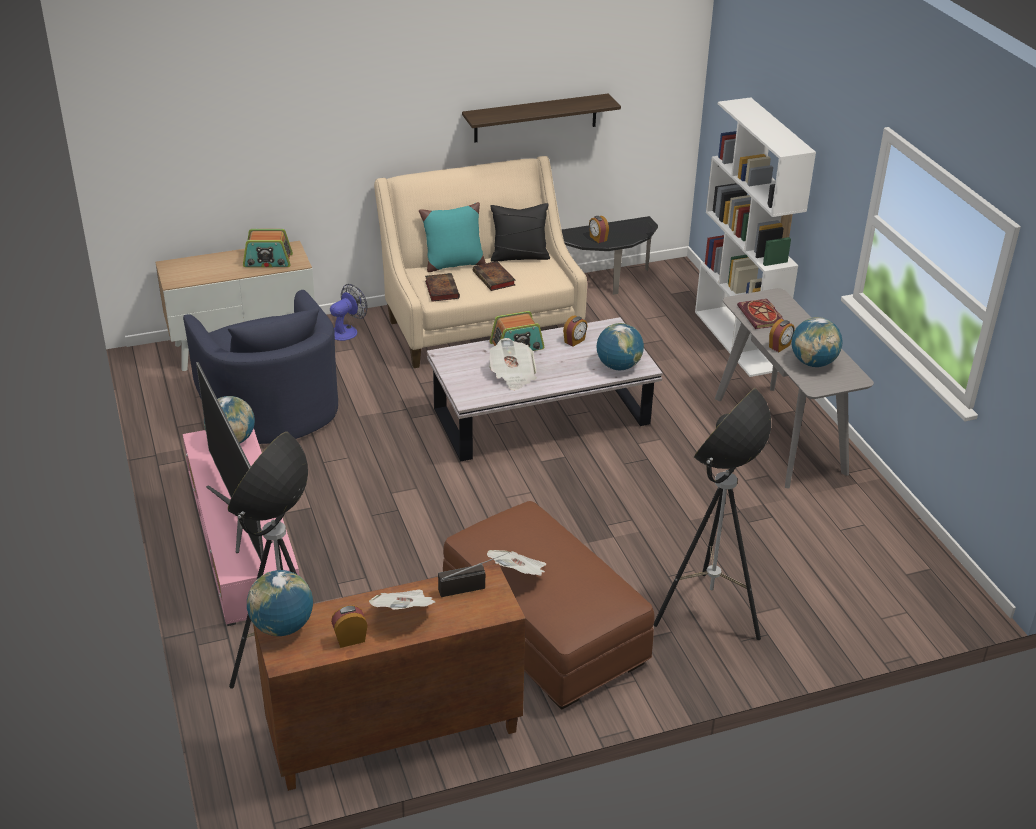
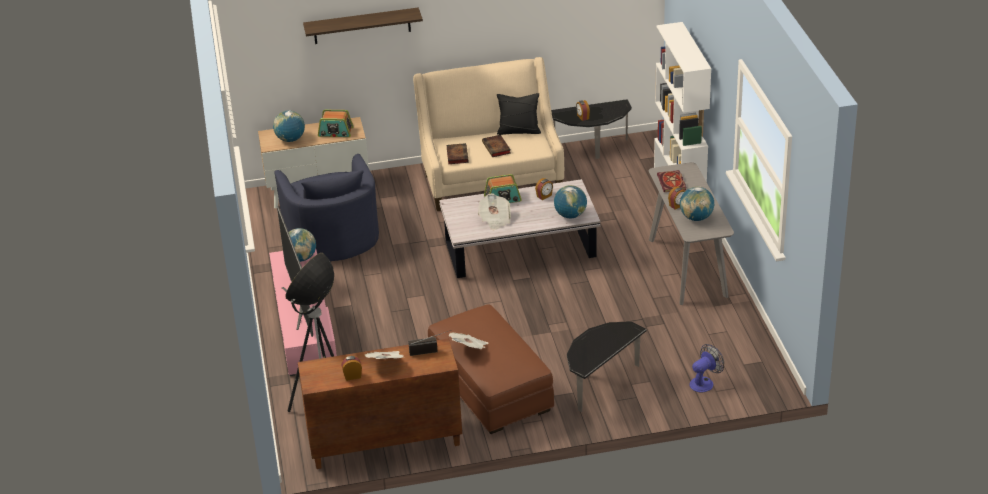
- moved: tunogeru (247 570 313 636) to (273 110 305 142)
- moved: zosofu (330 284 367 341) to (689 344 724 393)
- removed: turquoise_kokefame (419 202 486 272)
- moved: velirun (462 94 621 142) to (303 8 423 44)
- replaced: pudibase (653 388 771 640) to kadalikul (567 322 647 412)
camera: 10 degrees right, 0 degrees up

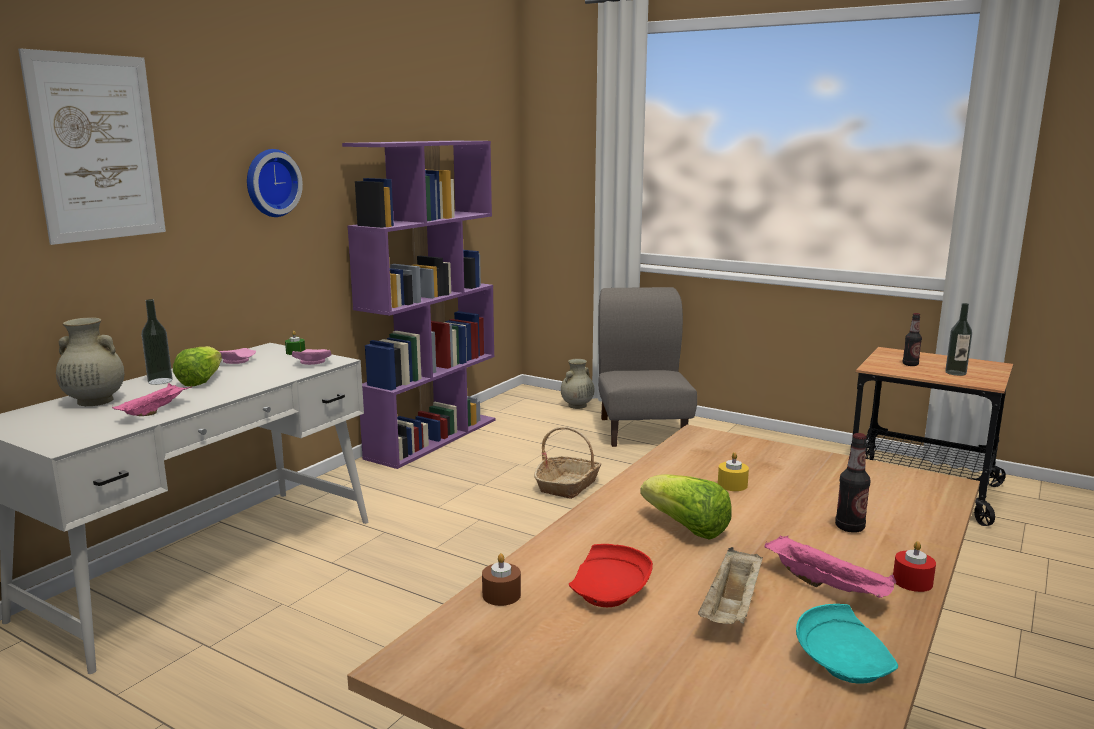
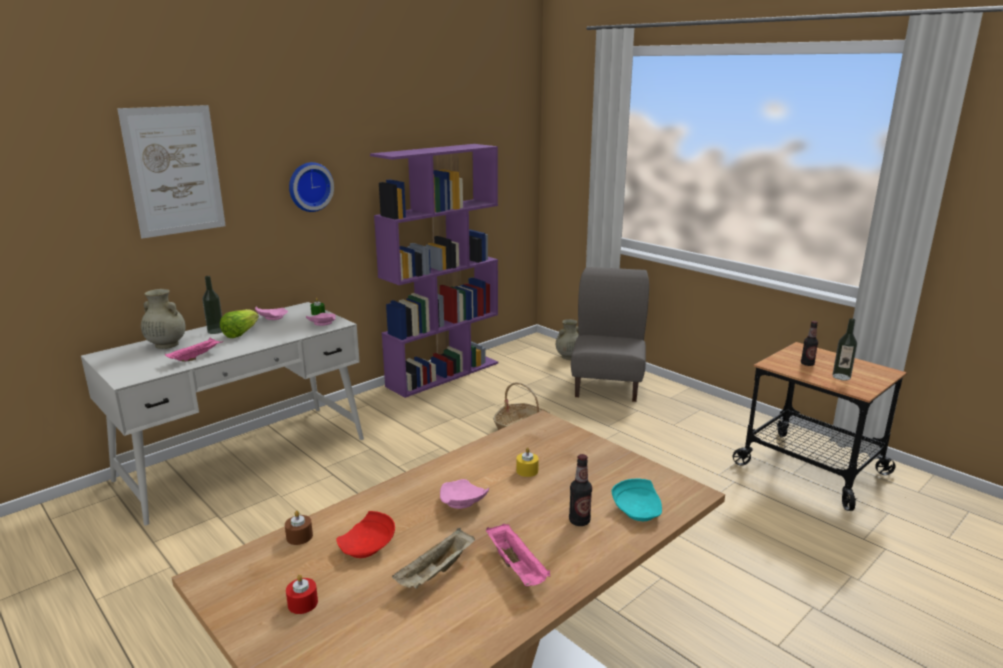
- replaced: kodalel (640 474 731 540) to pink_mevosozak (440 479 489 509)
- moved: turquoise_mevosozak (796 604 898 684) to (612 479 662 521)
- moved: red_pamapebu (893 541 936 592) to (286 574 318 614)
camera: 15 degrees right, 5 degrees up

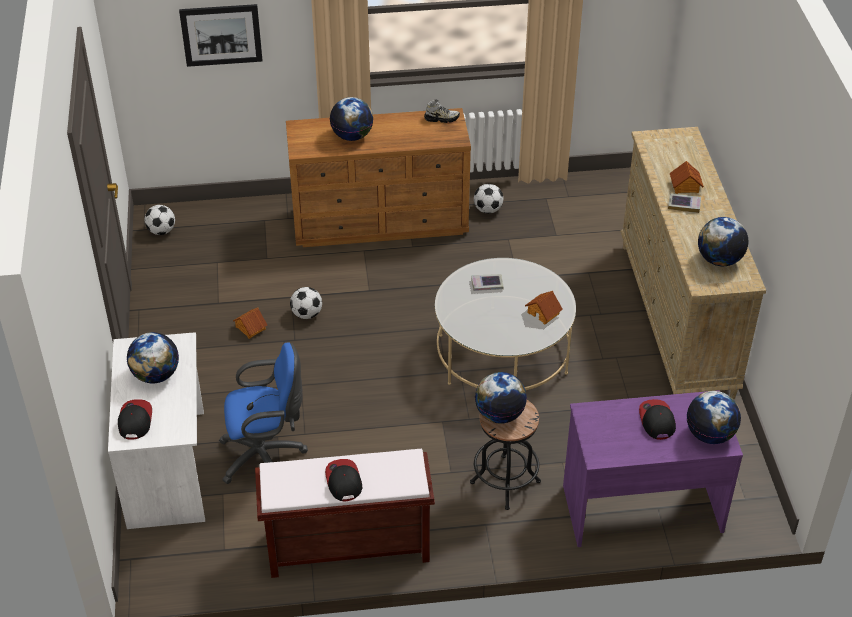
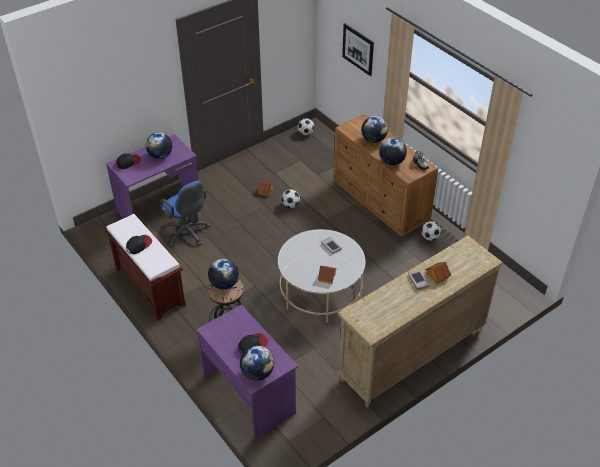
- recoloured: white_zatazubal (108 332 205 529) to purple_zatazubal (106 134 198 219)
- moved: tunogeru (698 217 748 266) to (379 138 407 166)
camera: 60 degrees right, 0 degrees up

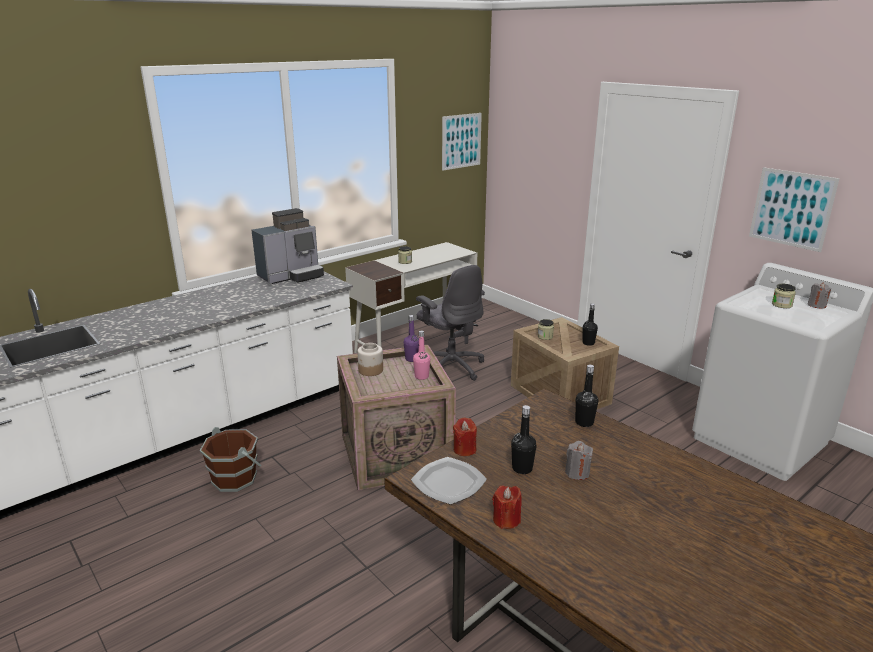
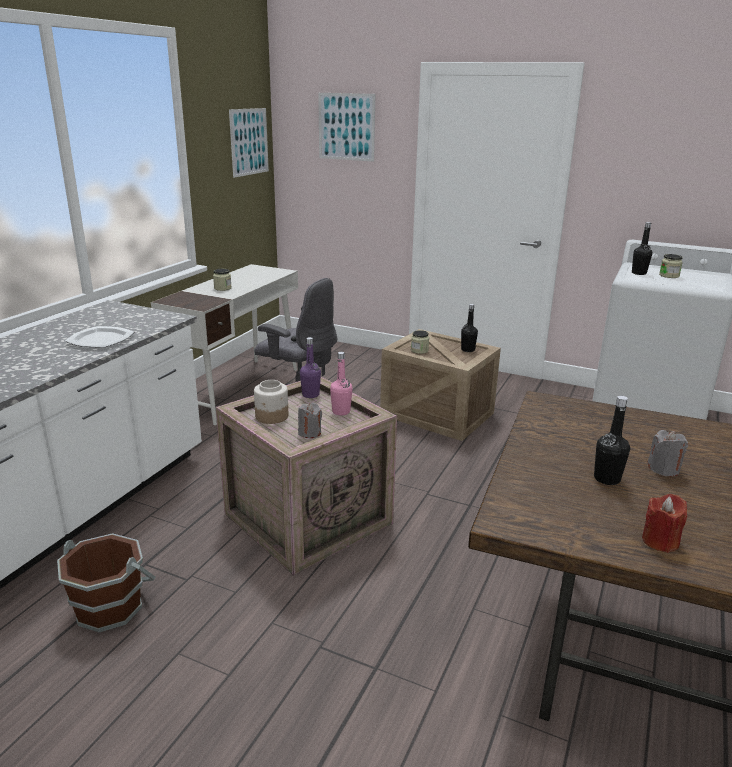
- removed: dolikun (252 208 324 284)
- moved: mevosozak (411 457 487 505) to (65 326 134 348)
- removed: red_pamapebu (453 417 477 456)
- moved: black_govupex (575 365 598 427) to (632 222 652 275)
- moved: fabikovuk (749 167 840 252) to (318 93 375 162)
- moved: grey_pamapebu (807 282 832 309) to (298 403 322 438)
camera: 25 degrees left, 0 degrees up

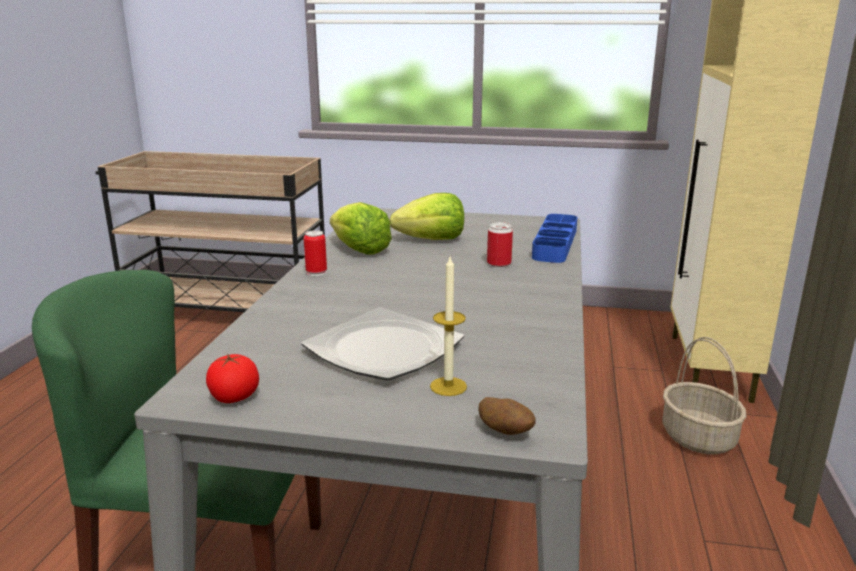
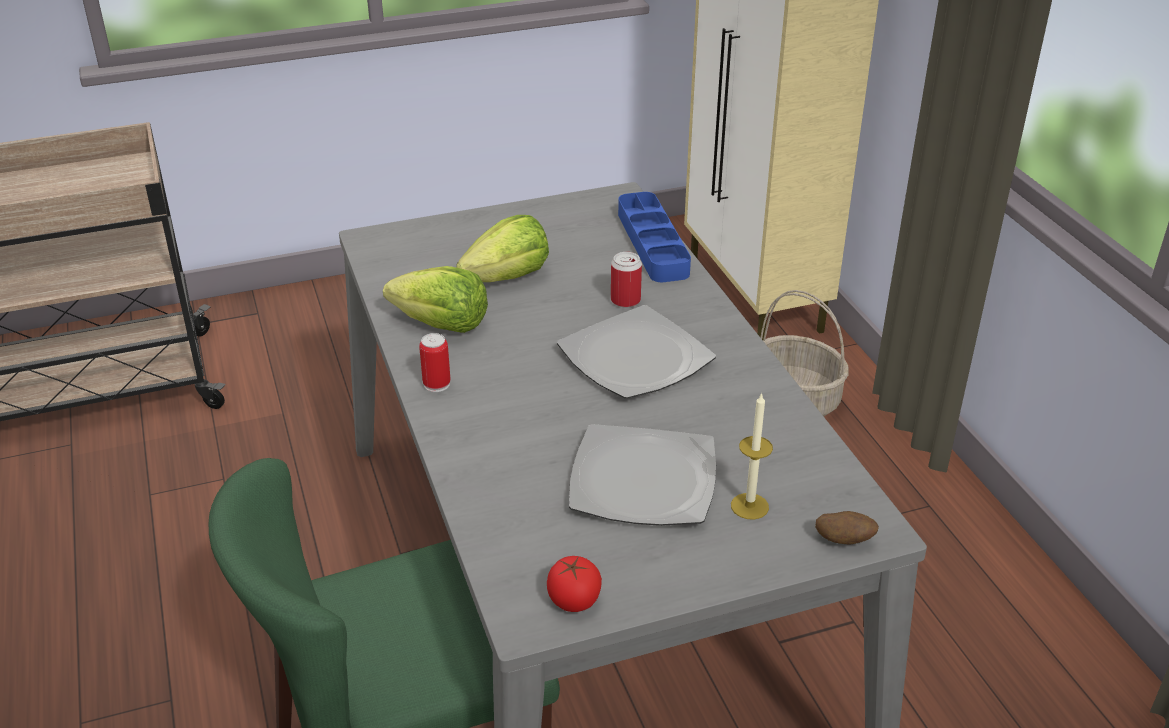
- added: mevosozak (557 305 716 399)
camera: 30 degrees left, 15 degrees up

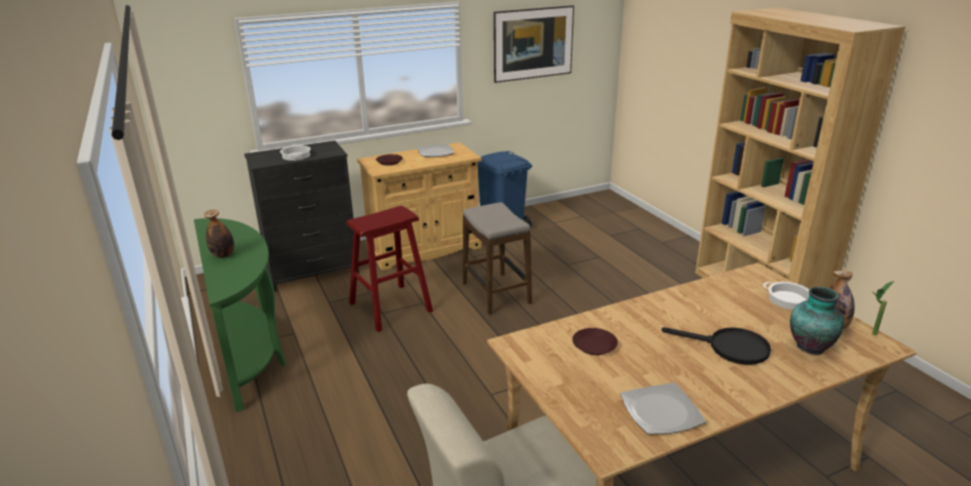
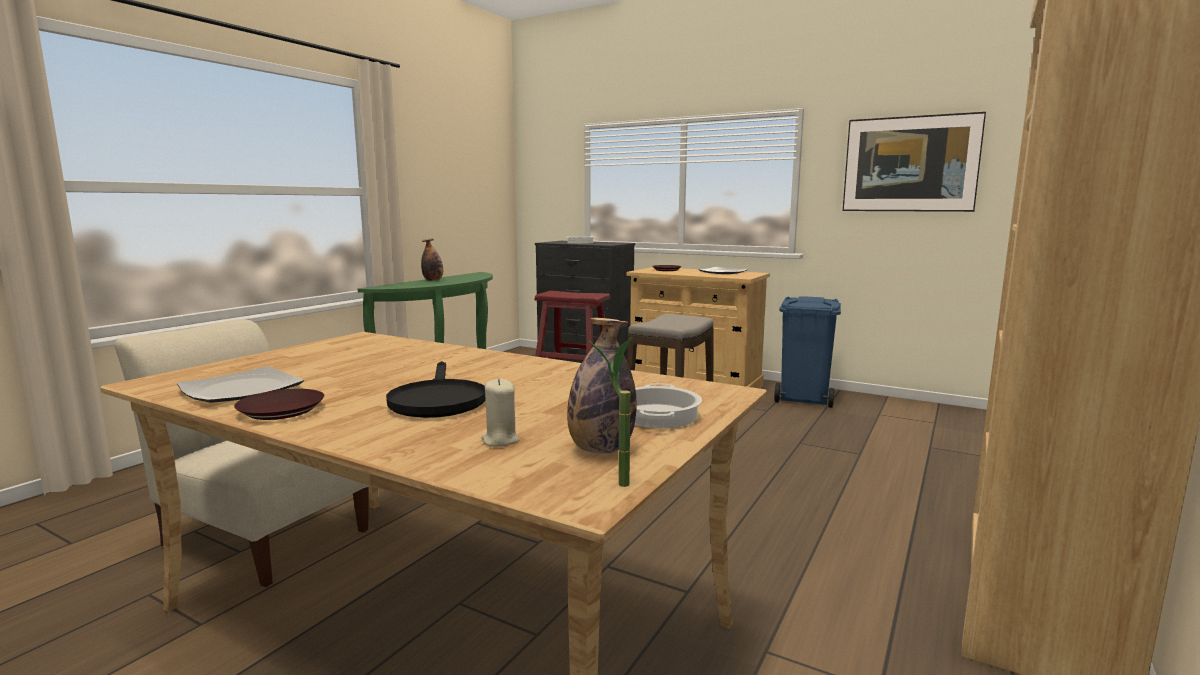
- moved: brown_mevosozak (572 328 618 355) to (234 389 324 420)
- replaced: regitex (790 287 844 355) to beige_pamapebu (481 379 519 447)
camera: 55 degrees right, 15 degrees down

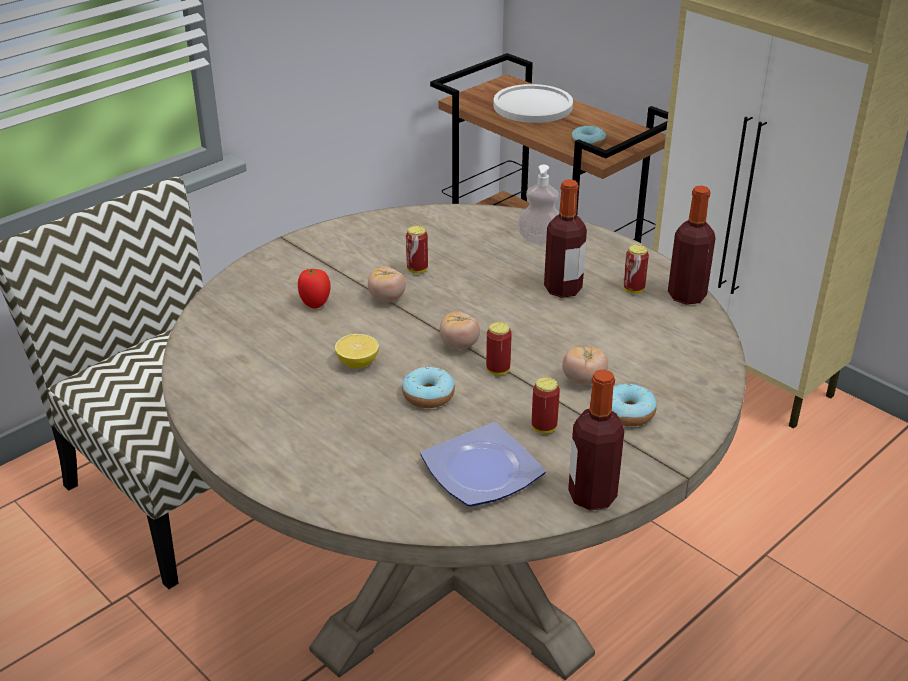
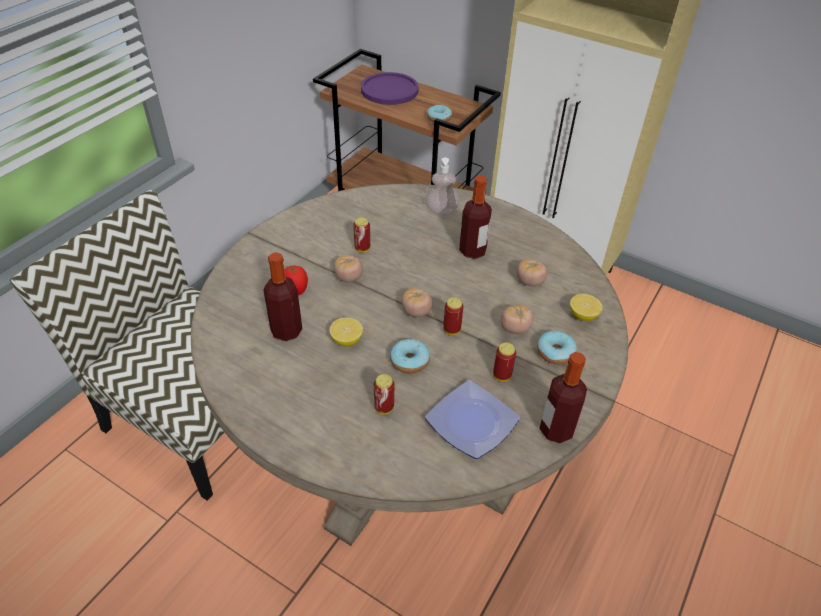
- recoloured: white_mevosozak (493 84 573 123) to purple_mevosozak (361 72 419 105)
- moved: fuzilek (623 245 649 294) to (374 374 394 414)
- moved: govupex (668 186 716 305) to (263 252 302 341)
- added: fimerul (517 259 547 286)
- added: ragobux (570 294 603 321)
camera: 15 degrees left, 10 degrees up

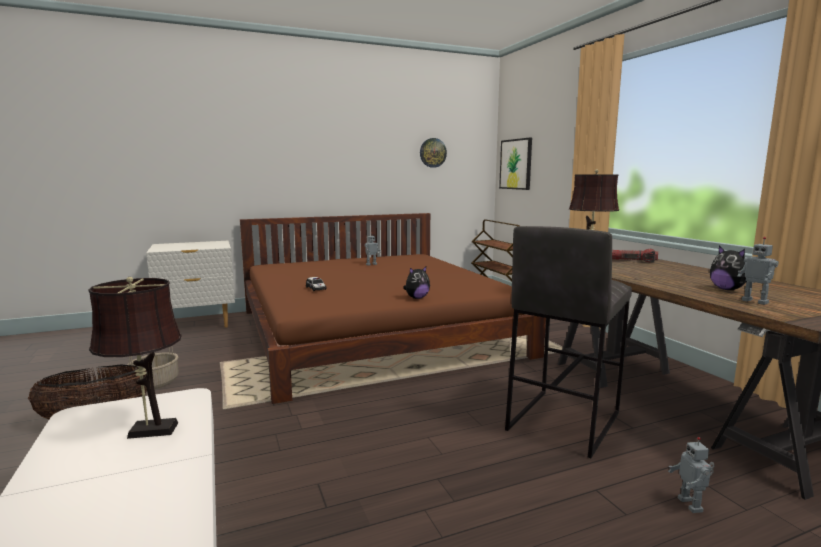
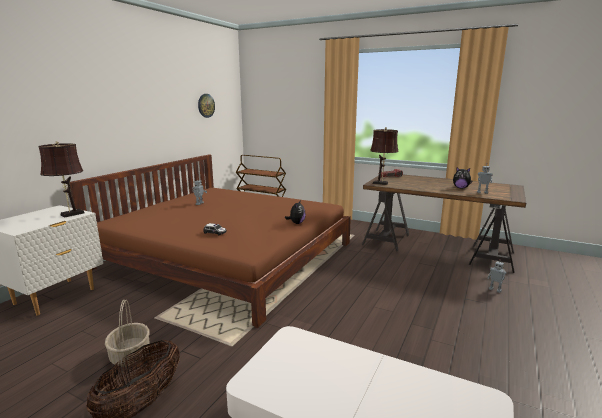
- moved: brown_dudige (89 277 182 439) to (38 141 84 217)
- removed: fabikovuk (499 138 532 190)
- removed: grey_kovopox (505 226 632 458)
camera: 40 degrees left, 5 degrees up

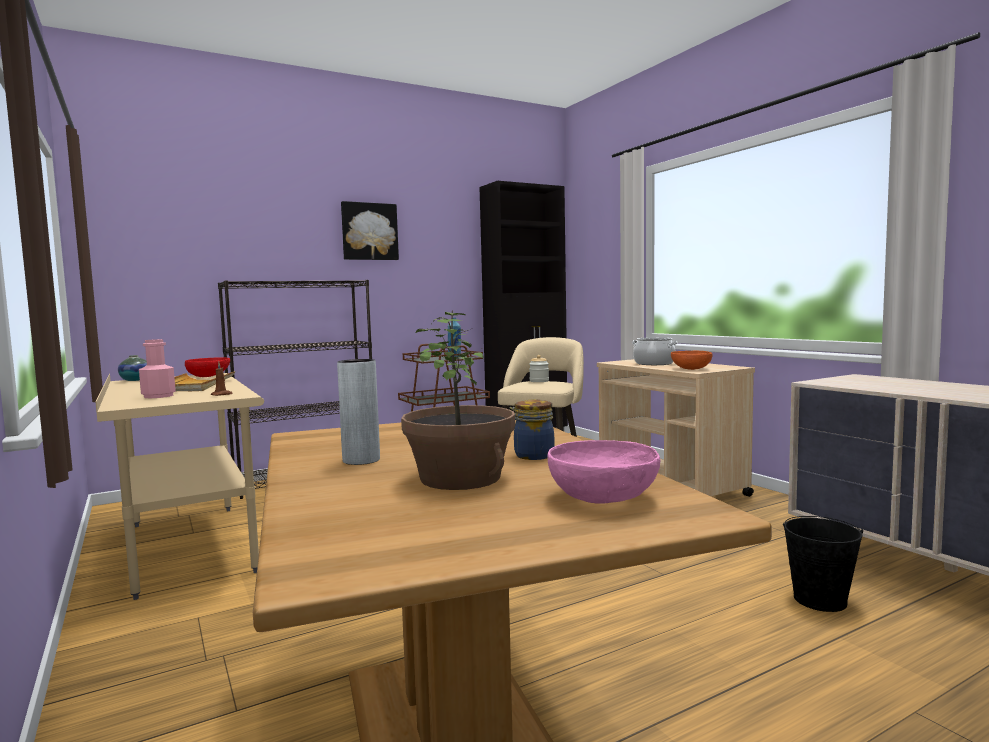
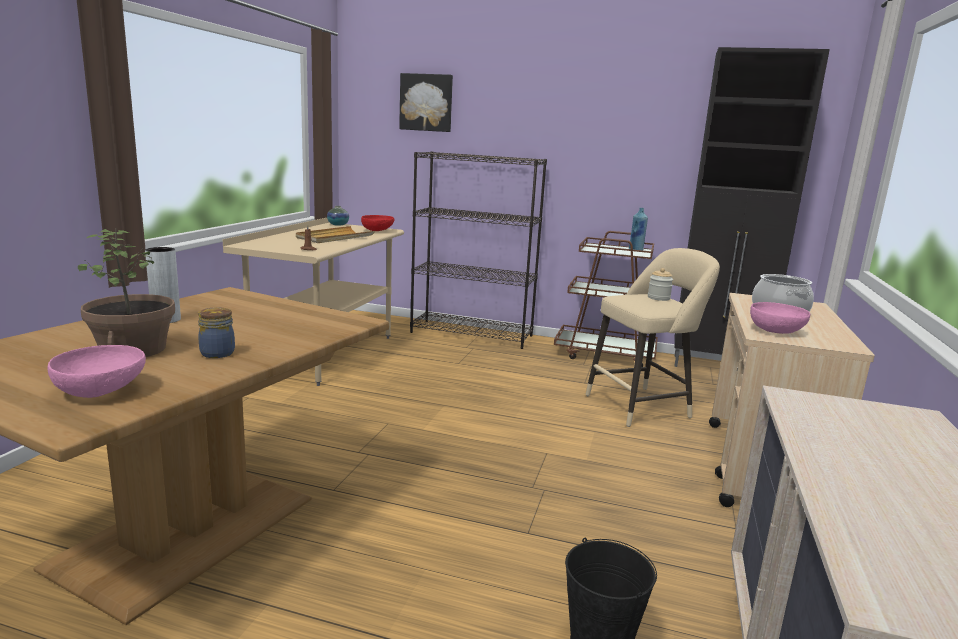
- removed: pink_govupex (139 339 176 398)
- moved: fabikovuk (341 201 399 260) to (399 73 453 132)
- recoloured: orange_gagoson (671 350 712 370) to pink_gagoson (750 302 810 334)
camera: 45 degrees right, 10 degrees up

